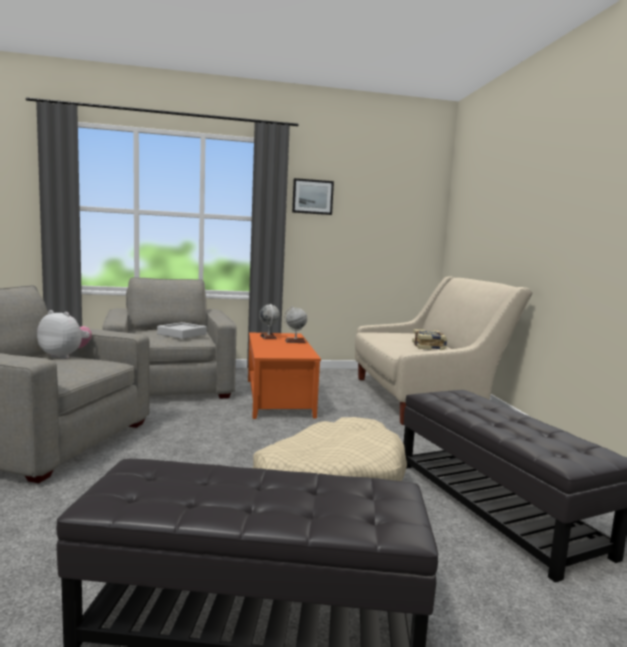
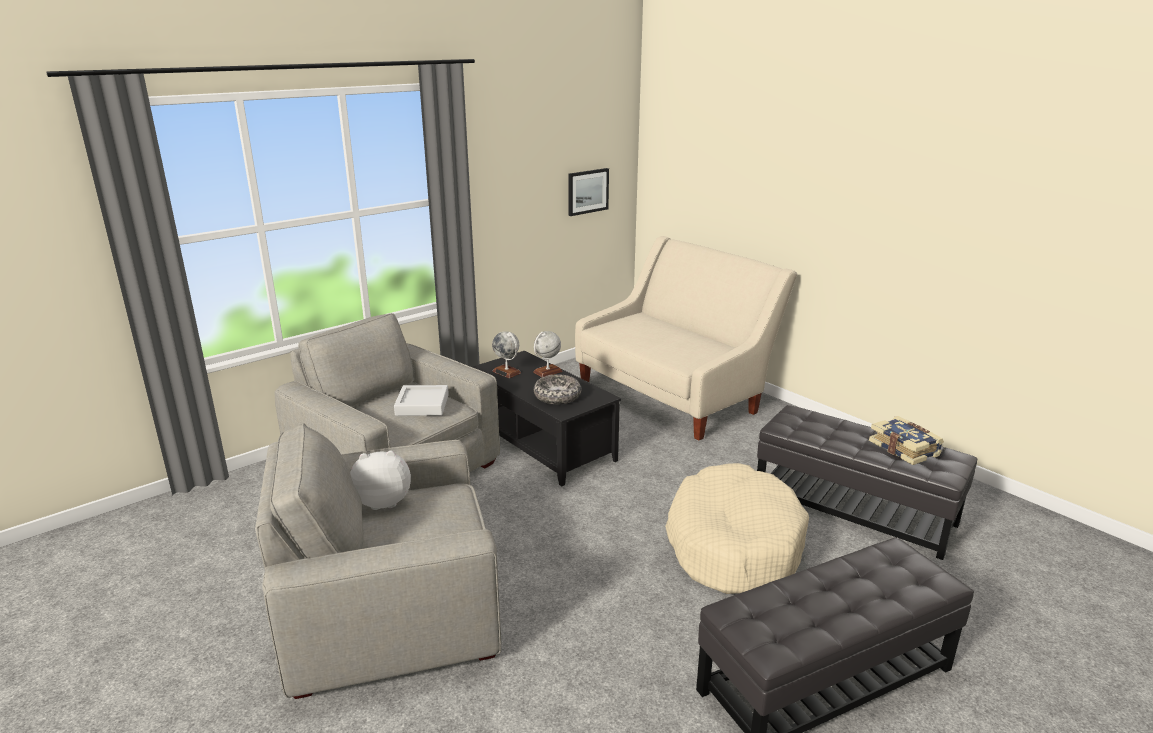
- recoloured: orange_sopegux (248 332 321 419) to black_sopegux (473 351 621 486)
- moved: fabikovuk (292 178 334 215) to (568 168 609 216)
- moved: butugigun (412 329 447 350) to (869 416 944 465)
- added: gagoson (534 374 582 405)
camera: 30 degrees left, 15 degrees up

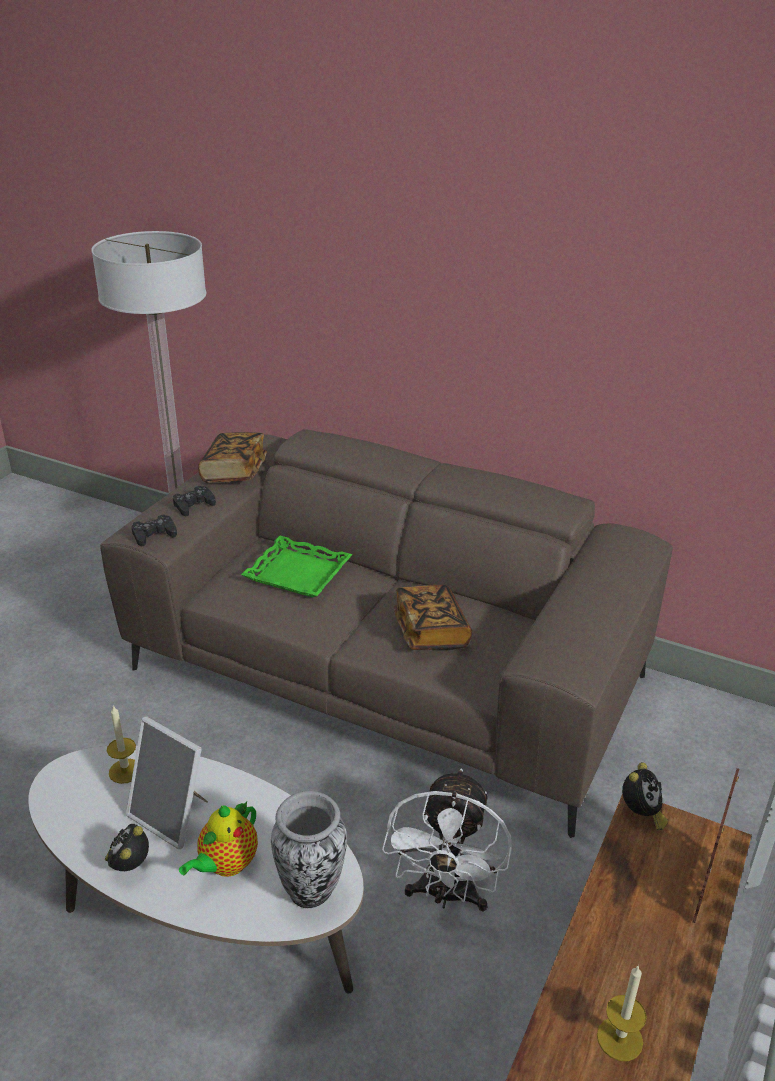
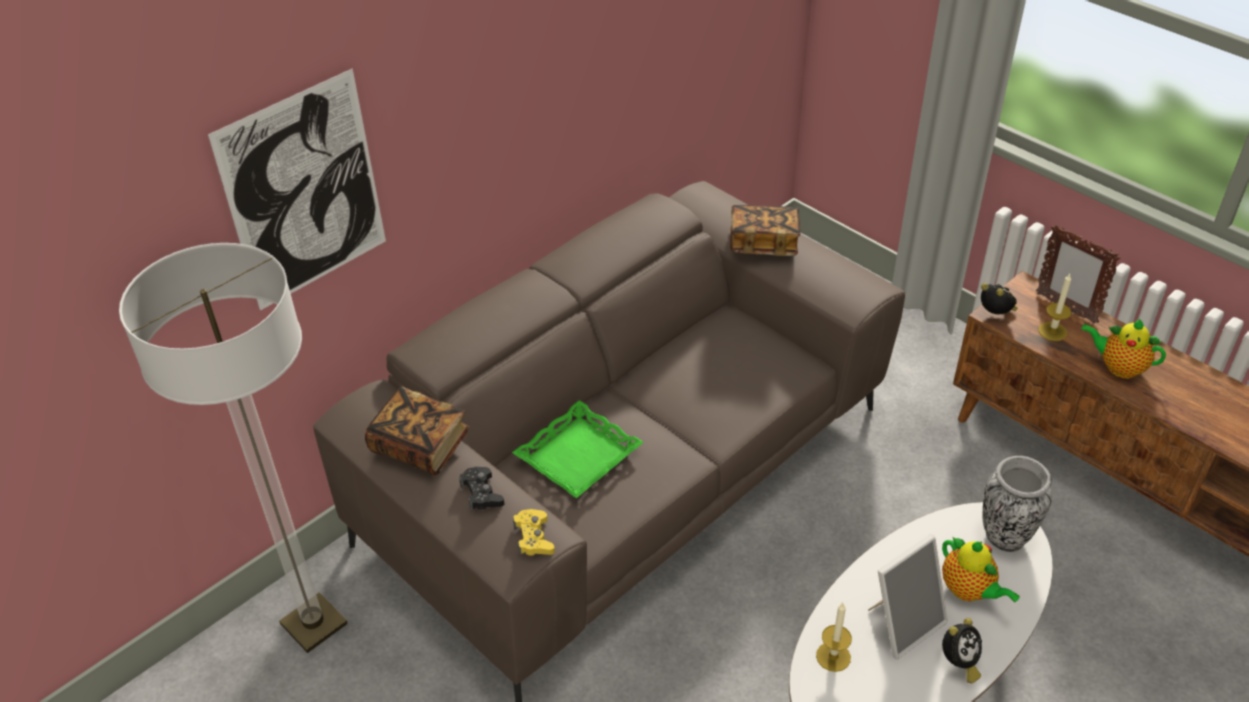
- turned: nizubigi (105 824 149 871) = (942 618 982 683) 75 degrees counterclockwise
- recoloured: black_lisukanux (131 515 177 546) to yellow_lisukanux (513 509 555 556)
- removed: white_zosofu (382 768 512 911)
- moved: butugigun (394 585 472 650) to (730 205 800 256)
- moved: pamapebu (597 965 647 1061) to (1038 274 1072 341)
- added: fabikovuk (208 69 386 311)
- added: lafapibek (1081 319 1166 378)
camera: 70 degrees left, 10 degrees up

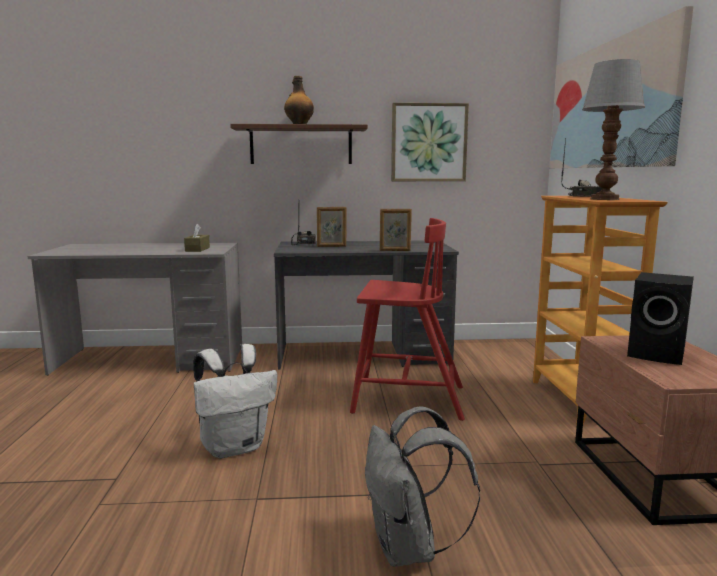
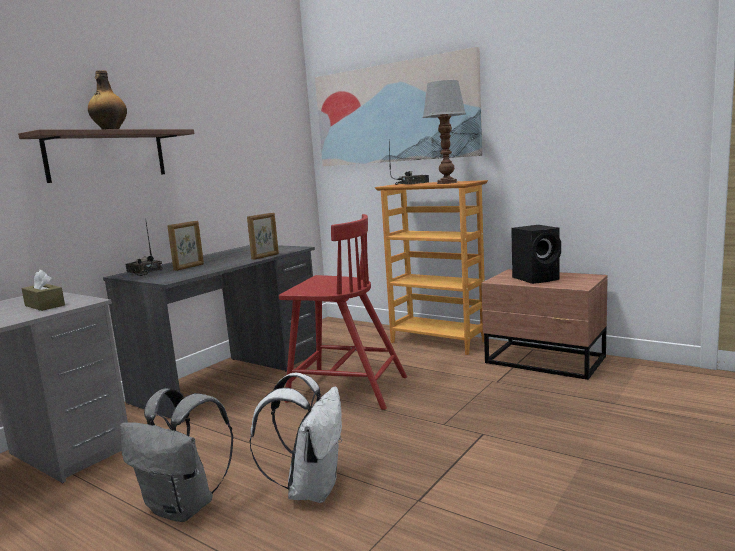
- turned: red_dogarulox (350 218 465 421) = (279 214 407 410) 60 degrees clockwise
- moved: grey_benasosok (365 407 480 567) to (120 388 234 522)
- removed: fabikovuk (391 103 469 181)
camera: 50 degrees left, 0 degrees up

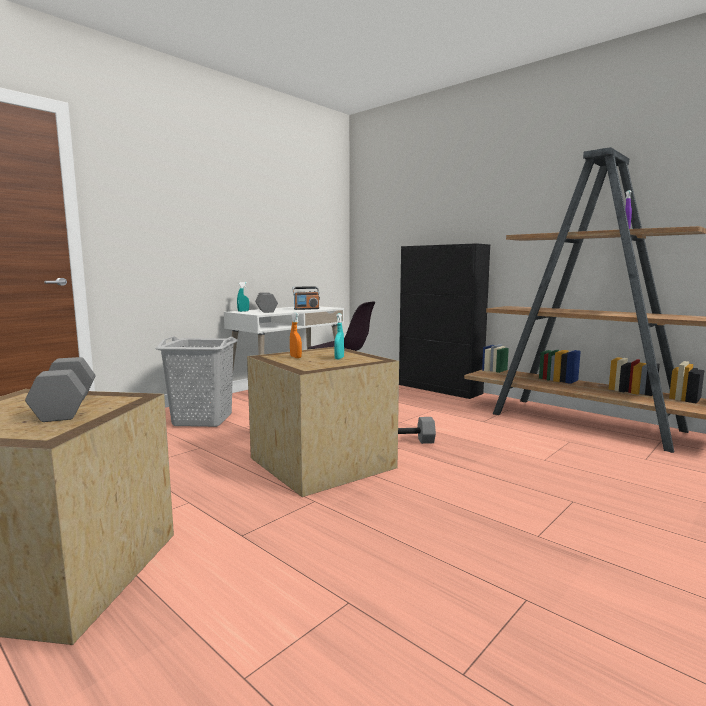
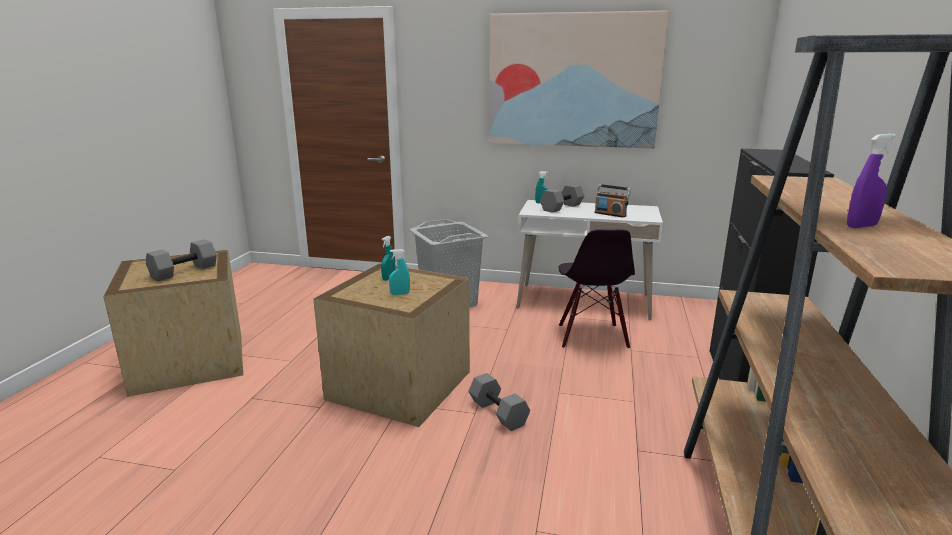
- recoloured: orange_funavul (290 313 302 358) to turquoise_funavul (381 236 395 281)
- added: fabikovuk (489 10 669 148)
camera: 60 degrees right, 10 degrees up

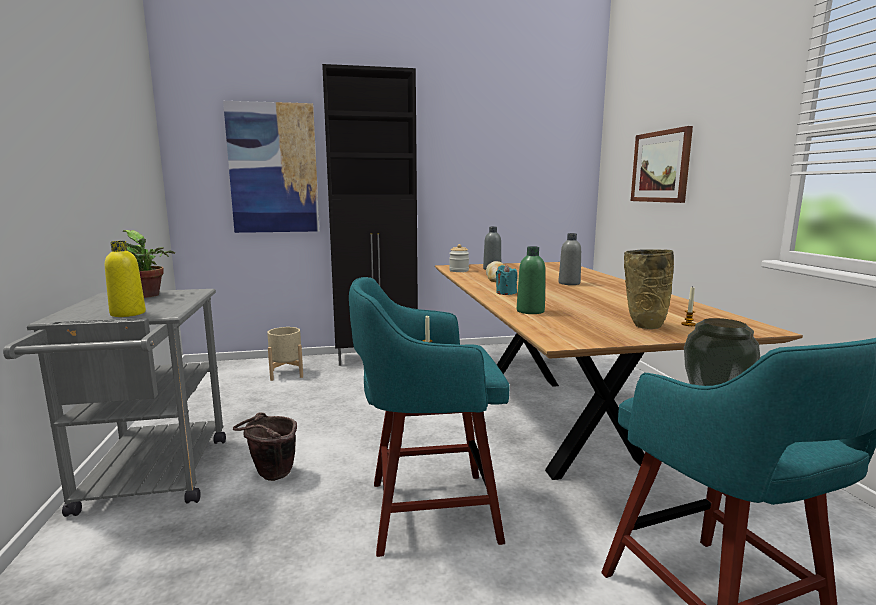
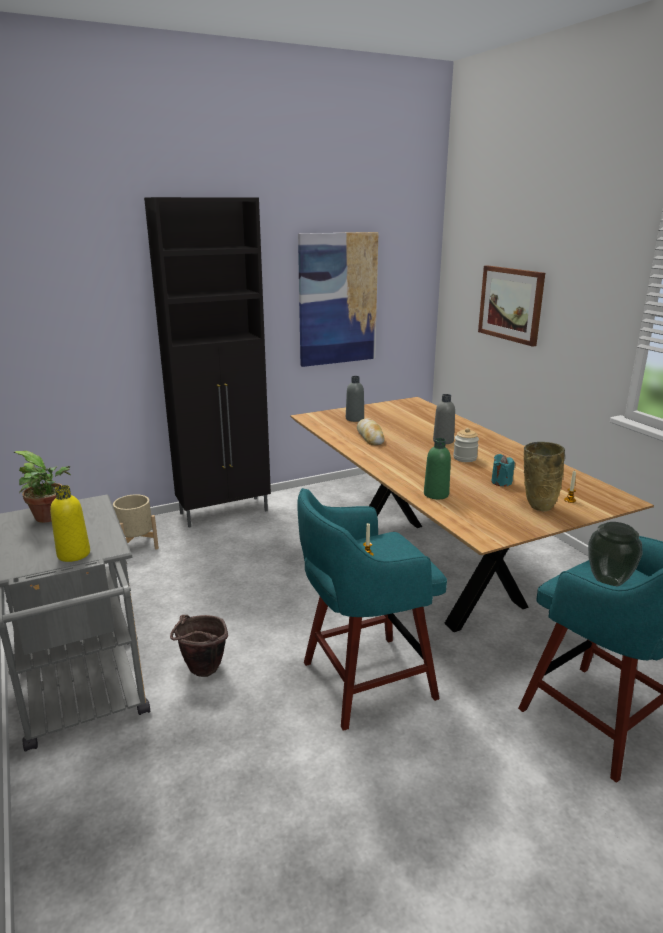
- moved: fabikovuk (223 101 320 233) to (298 232 379 367)
- moved: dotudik (449 244 469 272) to (453 428 479 462)
- moved: turquoise_pamapebu (496 265 517 295) to (491 454 515 486)
camera: 15 degrees left, 10 degrees up

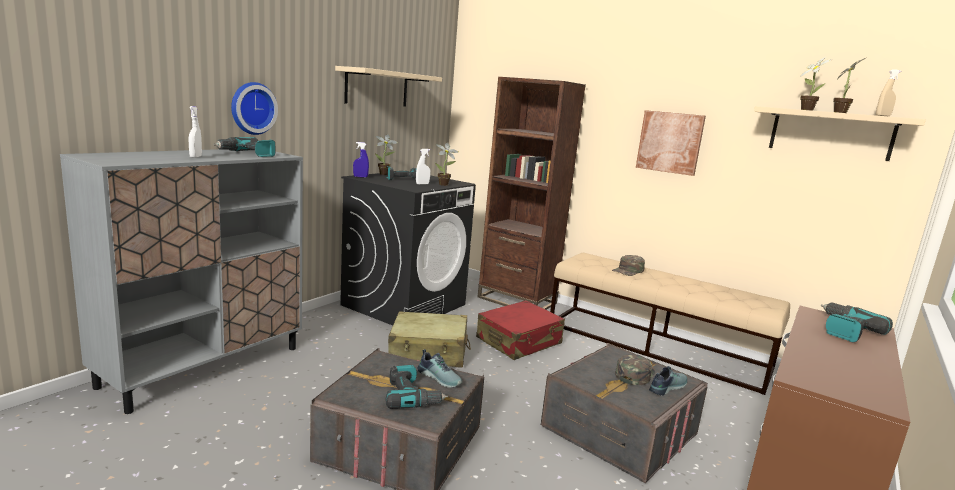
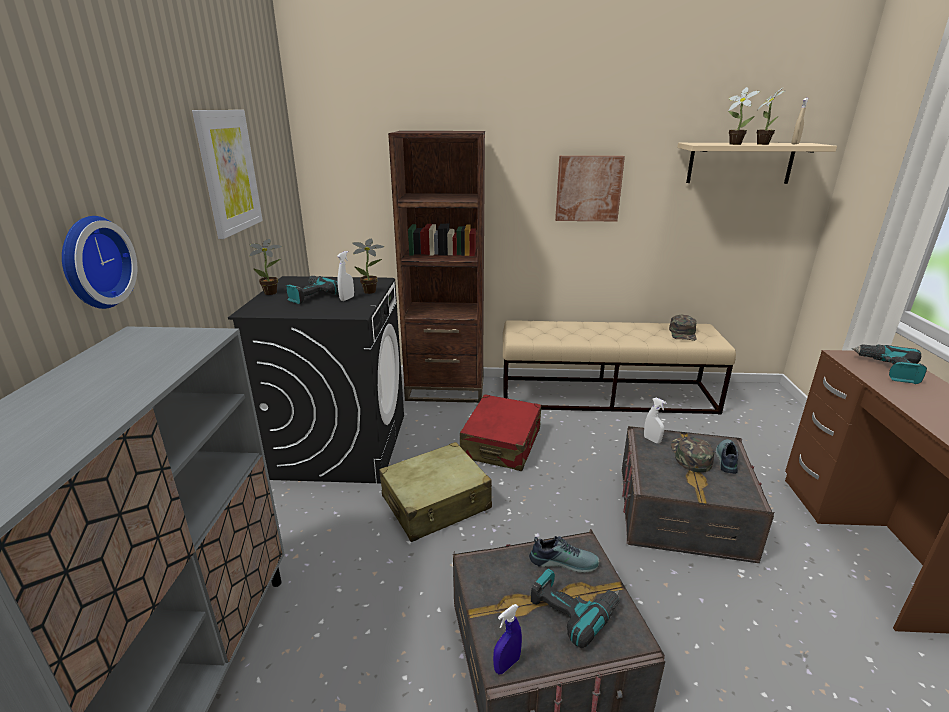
- moved: white_funavul (189 106 202 158) to (644 398 667 443)
- removed: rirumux (213 137 275 157)
- replaced: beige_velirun (335 66 442 107) to fabikovuk (192 110 263 239)
- moved: blue_funavul (353 142 369 178) to (493 604 522 674)
- moved: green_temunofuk (612 255 645 276) to (669 315 697 341)
camera: 30 degrees left, 10 degrees up

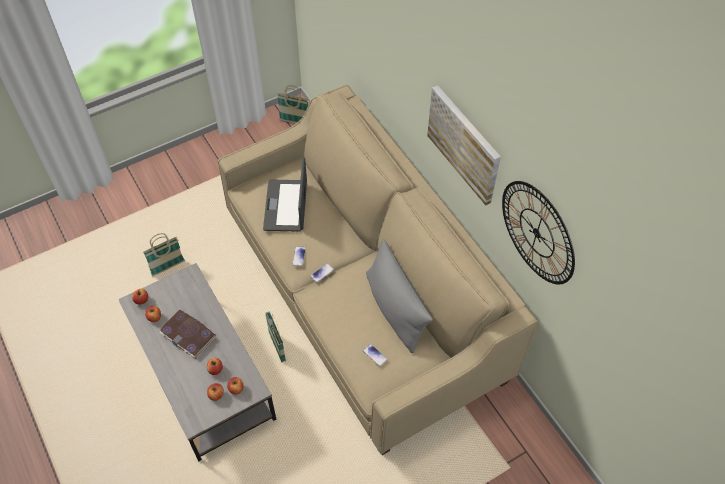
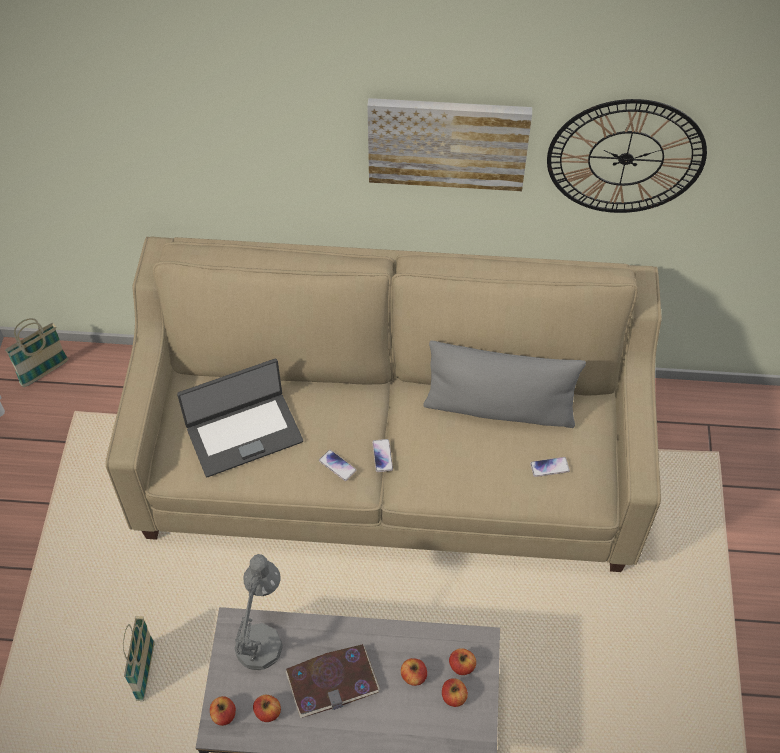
- turned: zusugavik (263 157 307 232) = (177 359 303 477) 60 degrees counterclockwise
- removed: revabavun (265 311 286 362)
- added: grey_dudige (234 554 283 670)
camera: 55 degrees left, 0 degrees up

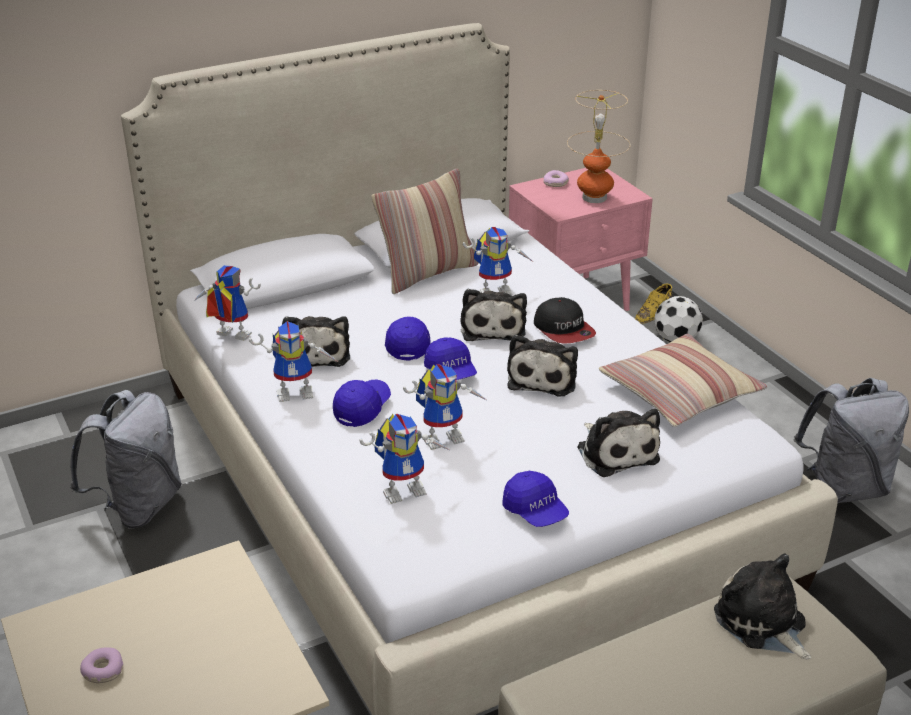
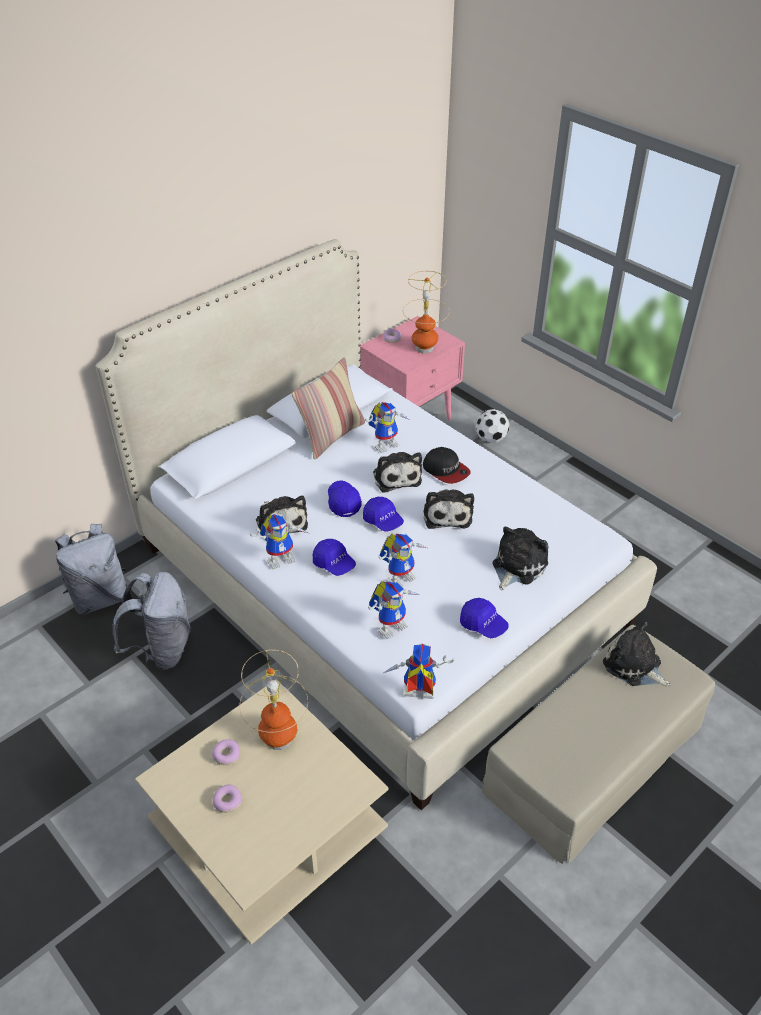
- moved: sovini (194 265 261 341) to (383 644 455 699)
- turned: blue_temunofuk (333 379 391 427) = (313 539 356 576) 120 degrees clockwise
- turned: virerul (577 408 660 477) = (493 526 548 590) 105 degrees counterclockwise
- removed: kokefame (599 334 767 427)
- removed: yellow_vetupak (635 284 672 323)
- moved: grey_benasosok (794 378 909 503) to (55 524 126 615)
- added: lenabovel (212 739 240 765)
- added: dudige (239 650 308 750)
camera: 15 degrees left, 10 degrees up

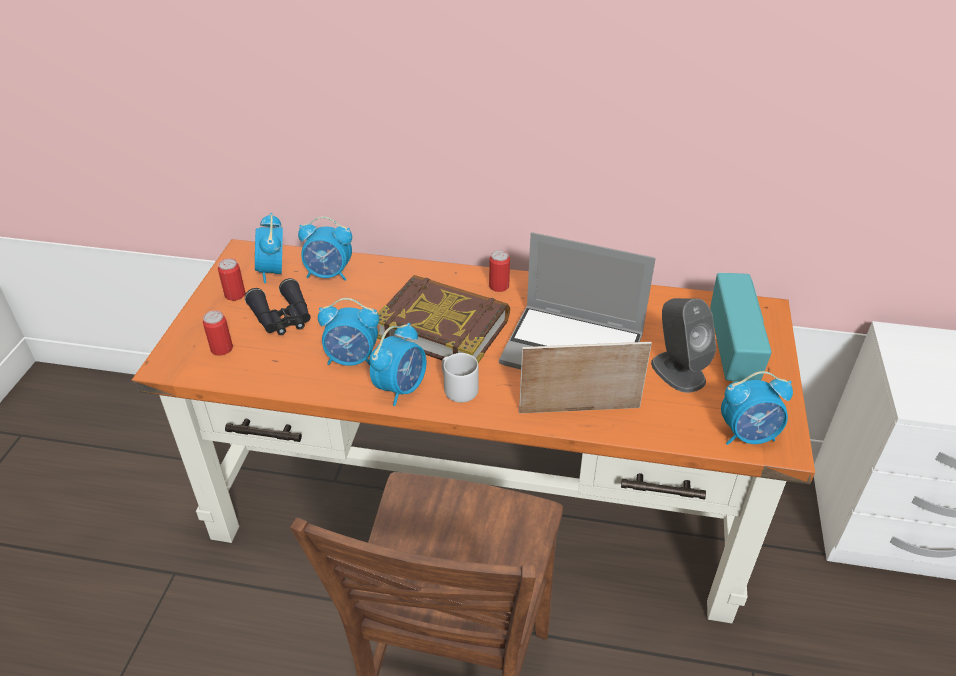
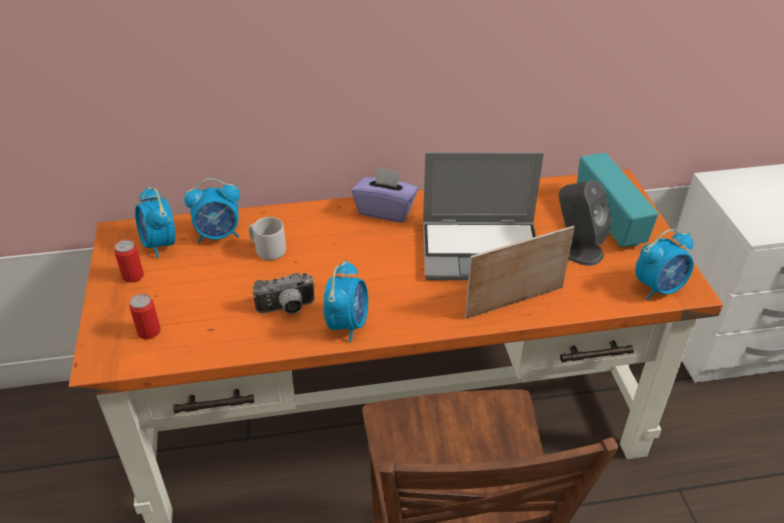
- removed: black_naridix (245 278 311 335)
- replaced: nizubigi (318 298 379 366) to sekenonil (253 273 315 314)
- removed: butugigun (377 275 510 363)
- moved: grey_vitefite (442 353 479 403) to (249 217 286 260)
- replaced: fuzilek (489 250 510 292) to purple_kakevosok (352 167 418 223)
camera: 20 degrees left, 0 degrees up

